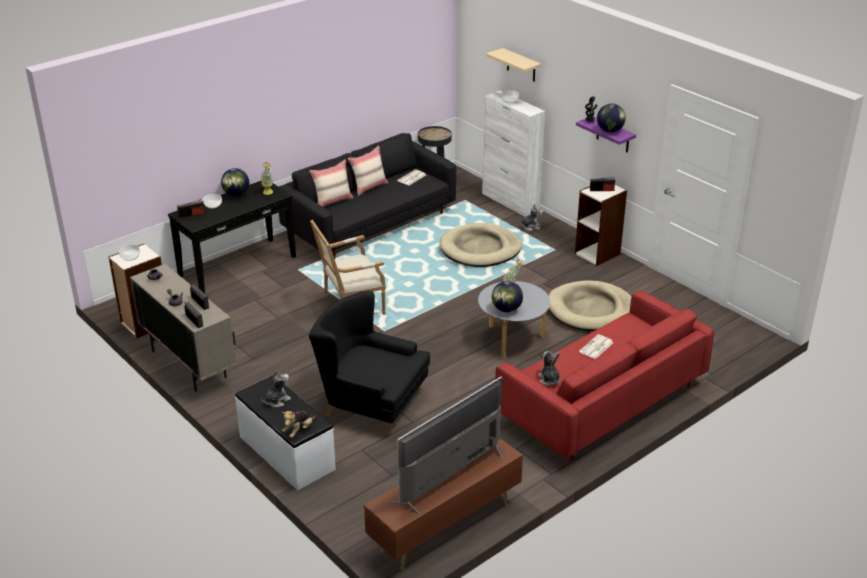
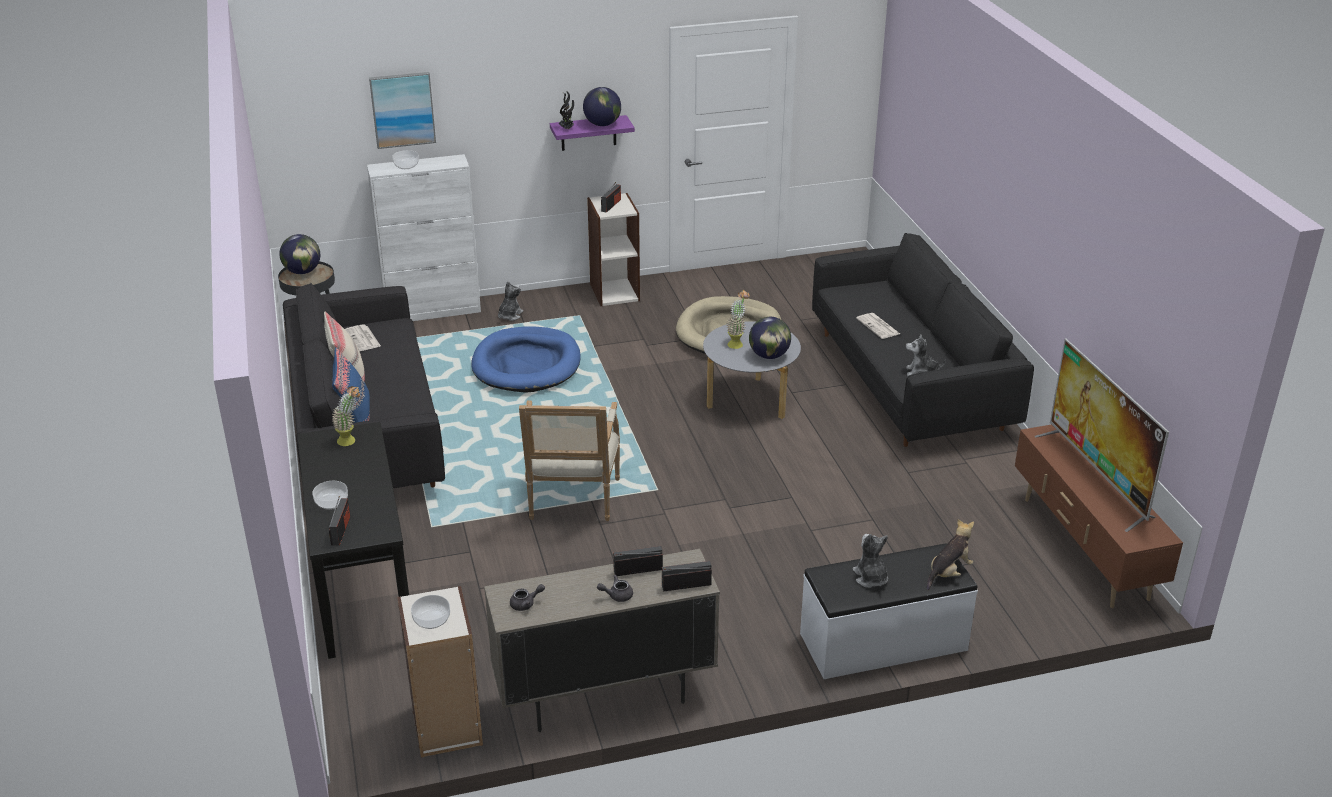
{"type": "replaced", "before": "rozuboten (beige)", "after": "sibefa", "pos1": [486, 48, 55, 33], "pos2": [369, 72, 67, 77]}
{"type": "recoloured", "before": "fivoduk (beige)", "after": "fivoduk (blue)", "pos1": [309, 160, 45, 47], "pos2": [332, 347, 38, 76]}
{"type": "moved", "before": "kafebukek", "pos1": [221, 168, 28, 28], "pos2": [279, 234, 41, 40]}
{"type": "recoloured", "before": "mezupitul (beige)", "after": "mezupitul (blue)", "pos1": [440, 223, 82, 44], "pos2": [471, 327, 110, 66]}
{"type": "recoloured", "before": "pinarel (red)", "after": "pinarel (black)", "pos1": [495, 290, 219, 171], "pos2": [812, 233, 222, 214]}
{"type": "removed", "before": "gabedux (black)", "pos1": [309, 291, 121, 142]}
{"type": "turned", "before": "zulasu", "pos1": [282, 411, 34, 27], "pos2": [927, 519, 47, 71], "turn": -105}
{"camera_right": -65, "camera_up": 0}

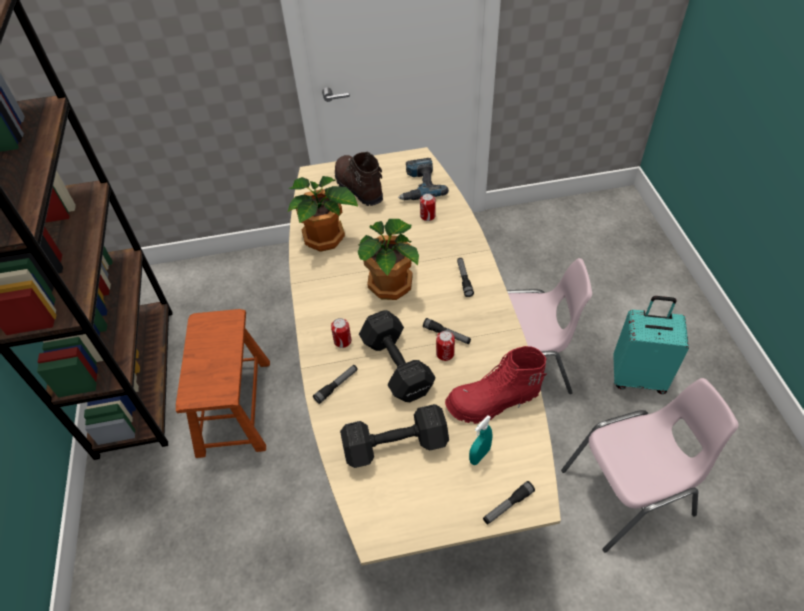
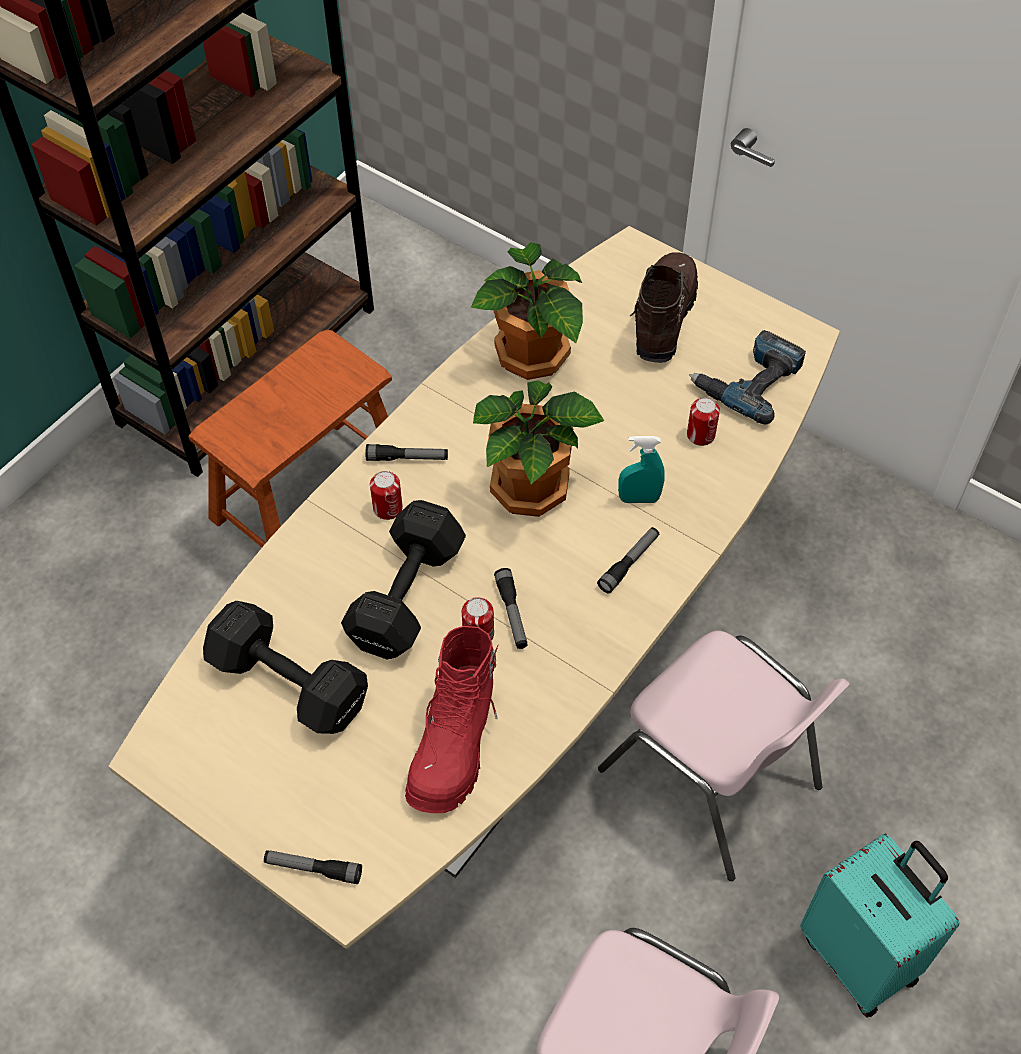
{"type": "turned", "before": "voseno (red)", "pos1": [445, 346, 102, 78], "pos2": [405, 626, 94, 187], "turn": -105}
{"type": "moved", "before": "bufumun", "pos1": [313, 365, 45, 39], "pos2": [365, 444, 83, 17]}
{"type": "moved", "before": "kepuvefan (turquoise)", "pos1": [469, 415, 24, 50], "pos2": [618, 436, 47, 67]}
{"camera_right": 45, "camera_up": 5}

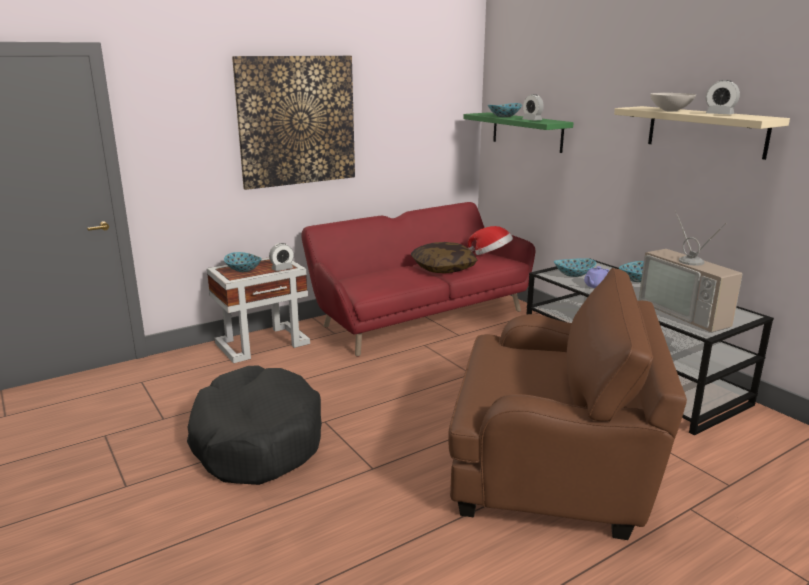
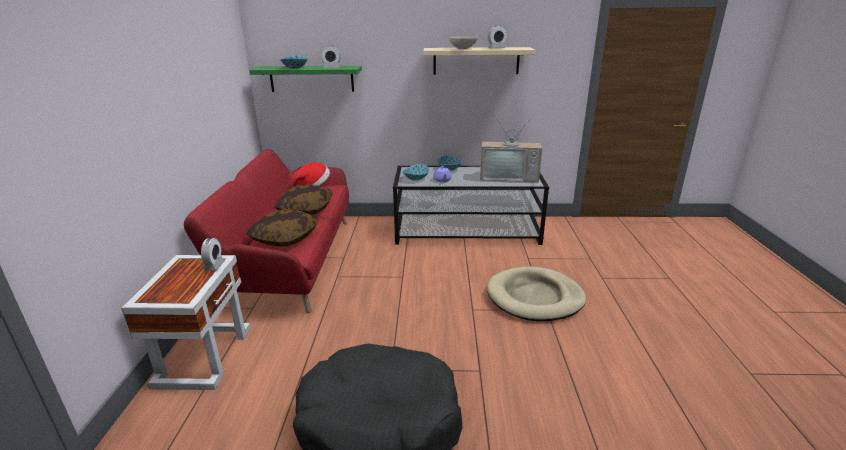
{"type": "removed", "before": "sibefa", "pos1": [232, 56, 123, 134]}
{"type": "removed", "before": "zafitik", "pos1": [224, 252, 38, 20]}
{"type": "replaced", "before": "gabedux (brown)", "after": "mezupitul (beige)", "pos1": [448, 268, 239, 272], "pos2": [487, 267, 99, 54]}
{"type": "added", "after": "fivoduk", "pos2": [247, 209, 71, 38]}
{"camera_right": -55, "camera_up": 5}

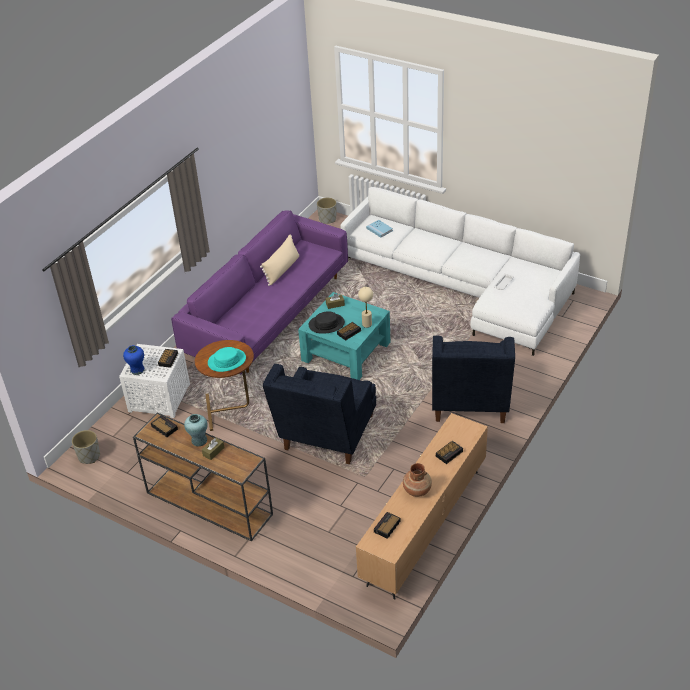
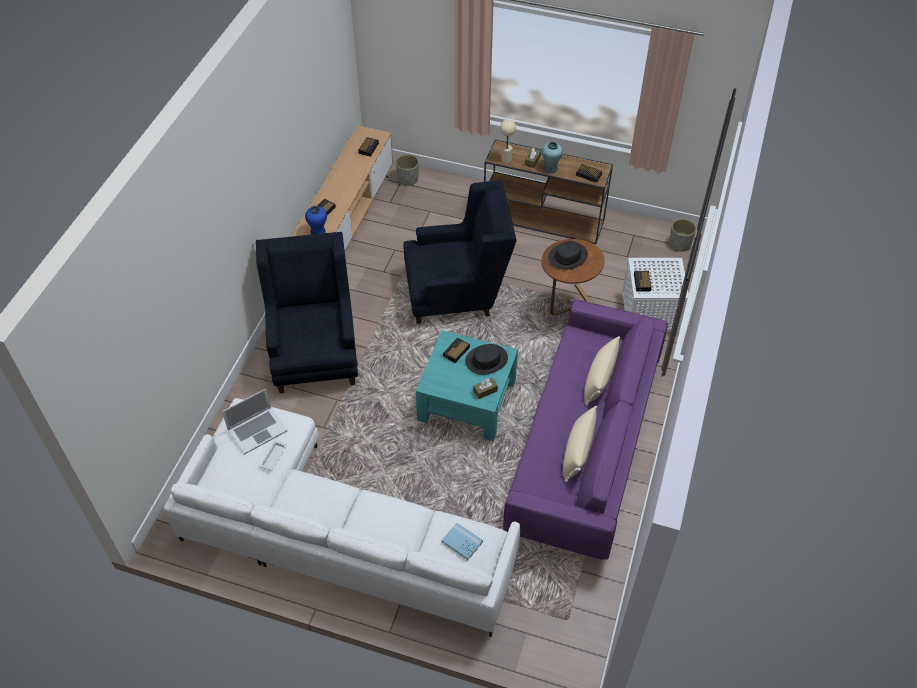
{"type": "moved", "before": "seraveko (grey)", "pos1": [317, 198, 19, 26], "pos2": [396, 154, 23, 32]}
{"type": "moved", "before": "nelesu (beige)", "pos1": [358, 287, 15, 41], "pos2": [500, 119, 16, 45]}
{"type": "moved", "before": "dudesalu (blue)", "pos1": [123, 345, 22, 30], "pos2": [305, 206, 22, 29]}
{"type": "recoloured", "before": "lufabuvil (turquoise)", "after": "lufabuvil (black)", "pos1": [208, 347, 38, 25], "pos2": [548, 241, 40, 29]}
{"type": "turned", "before": "gabedux (blue)", "pos1": [263, 364, 113, 100], "pos2": [403, 181, 114, 143], "turn": 75}
{"type": "removed", "before": "dudesalu (brown)", "pos1": [403, 463, 29, 34]}
{"type": "added", "after": "fivoduk (beige)", "pos2": [584, 336, 36, 70]}
{"type": "added", "after": "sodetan", "pos2": [222, 389, 66, 66]}
{"camera_right": 165, "camera_up": 10}

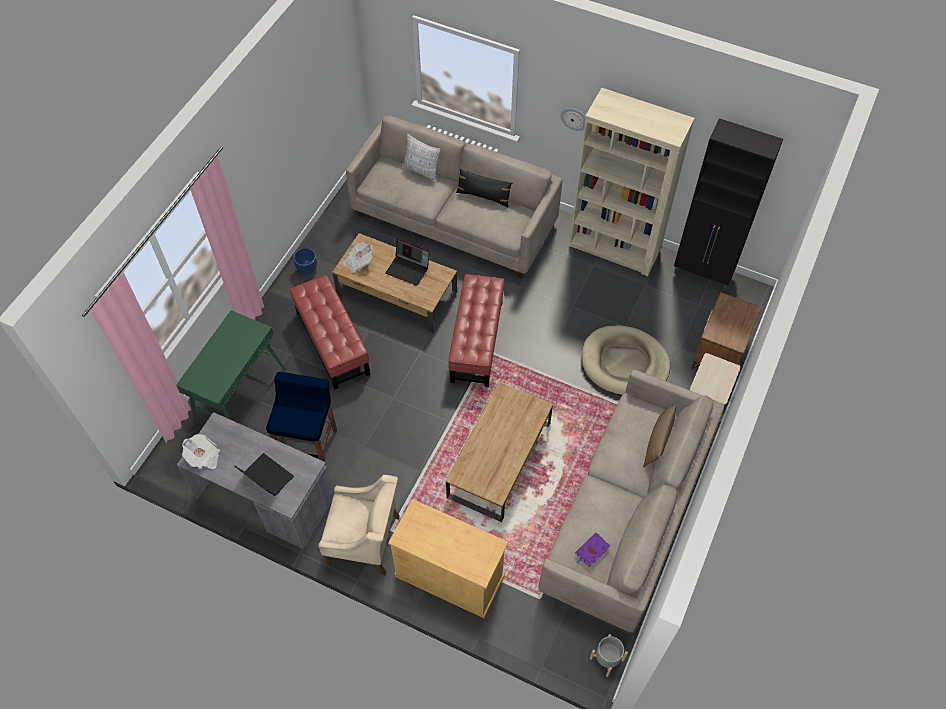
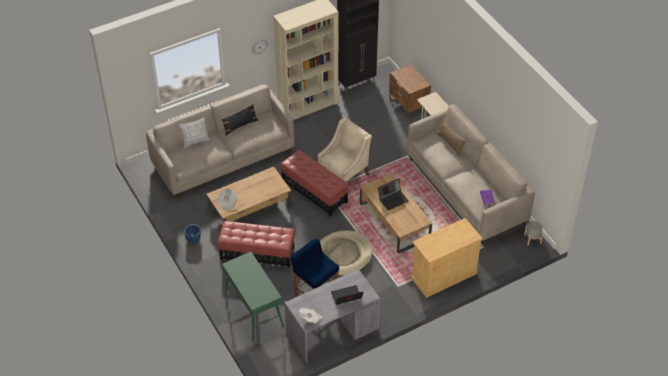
{"type": "moved", "before": "sodetan", "pos1": [385, 239, 45, 47], "pos2": [378, 179, 31, 31]}
{"type": "moved", "before": "mezupitul (beige)", "pos1": [582, 325, 88, 71], "pos2": [320, 230, 53, 46]}
{"type": "moved", "before": "gabedux (beige)", "pos1": [318, 475, 82, 101], "pos2": [318, 117, 54, 65]}
{"camera_right": -55, "camera_up": -10}

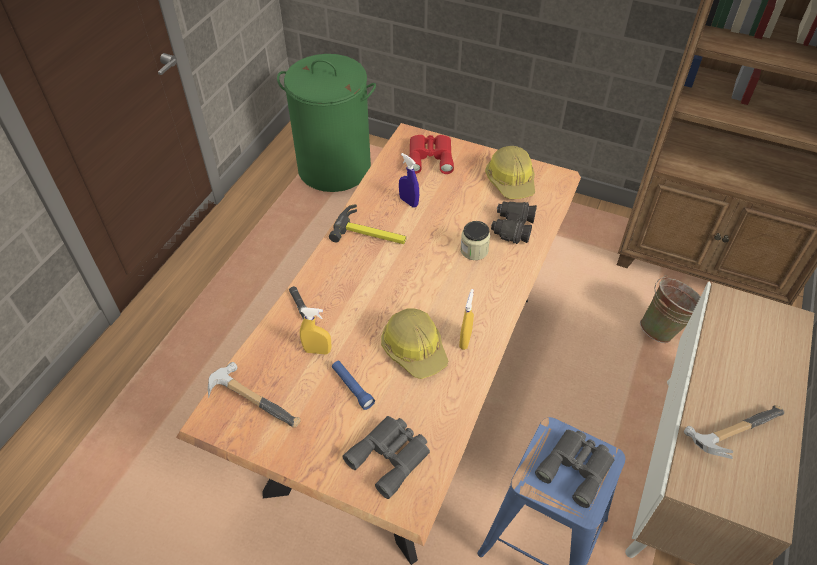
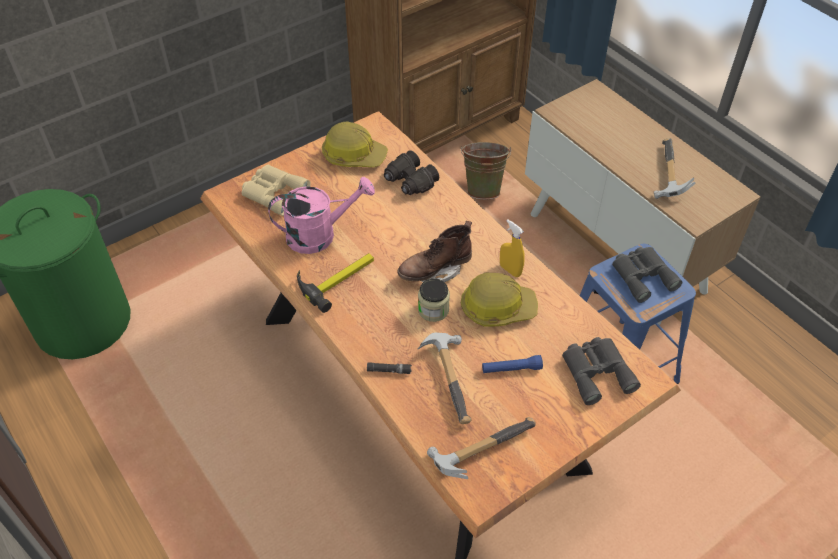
{"type": "recoloured", "before": "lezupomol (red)", "after": "lezupomol (beige)", "pos1": [409, 135, 45, 39], "pos2": [242, 165, 69, 51]}
{"type": "replaced", "before": "kepuvefan (blue)", "after": "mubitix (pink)", "pos1": [399, 153, 20, 55], "pos2": [268, 177, 107, 77]}
{"type": "moved", "before": "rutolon", "pos1": [460, 221, 30, 39], "pos2": [418, 278, 32, 44]}
{"type": "replaced", "before": "kepuvefan (yellow)", "after": "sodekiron", "pos1": [300, 307, 32, 47], "pos2": [418, 333, 54, 91]}
{"type": "added", "after": "voseno (brown)", "pos2": [398, 221, 74, 61]}
{"camera_right": -60, "camera_up": 0}

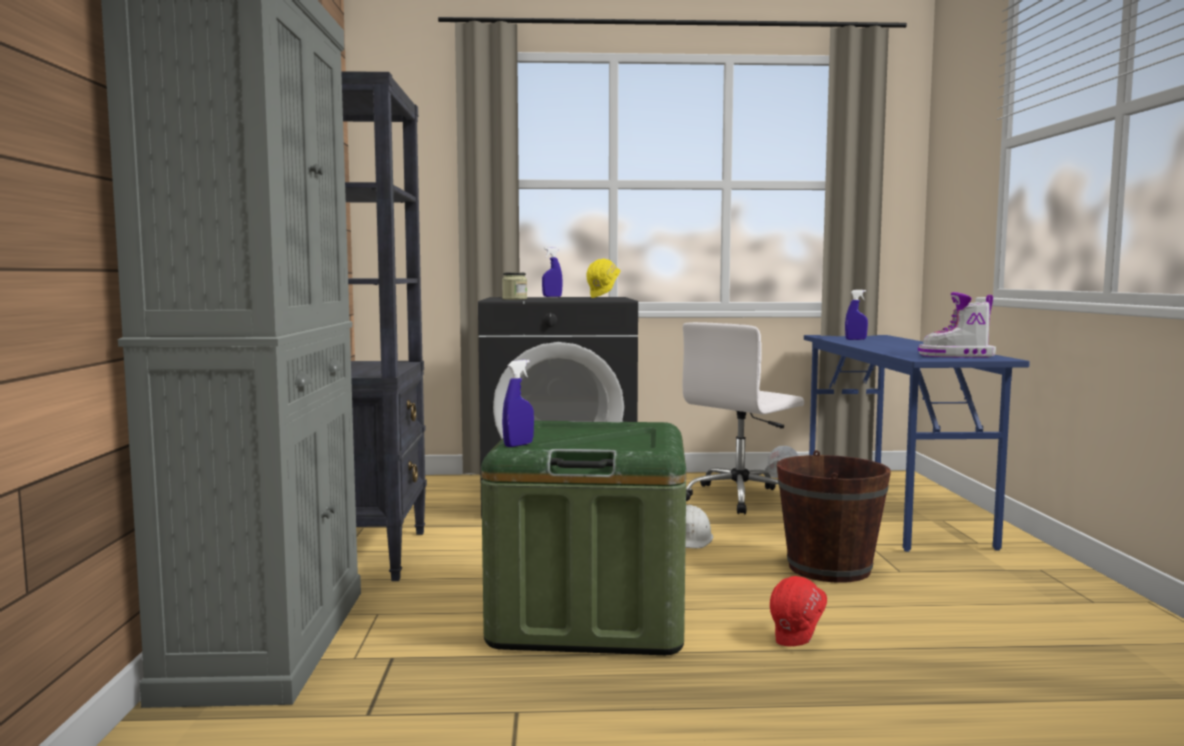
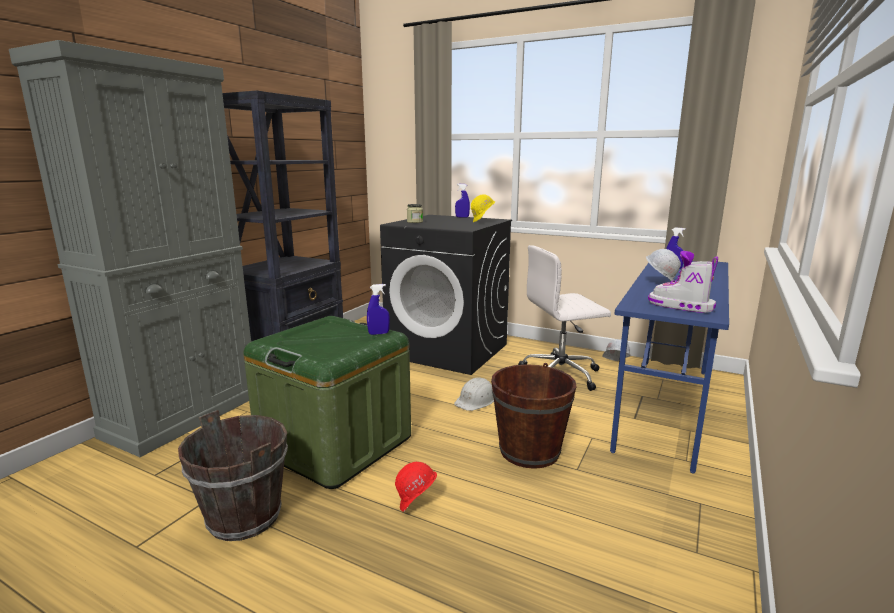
{"type": "moved", "before": "kepuvefan (blue)", "pos1": [502, 360, 32, 87], "pos2": [367, 284, 23, 51]}
{"type": "added", "after": "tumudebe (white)", "pos2": [646, 249, 35, 32]}
{"type": "added", "after": "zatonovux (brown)", "pos2": [178, 410, 110, 131]}
{"camera_right": 30, "camera_up": 10}

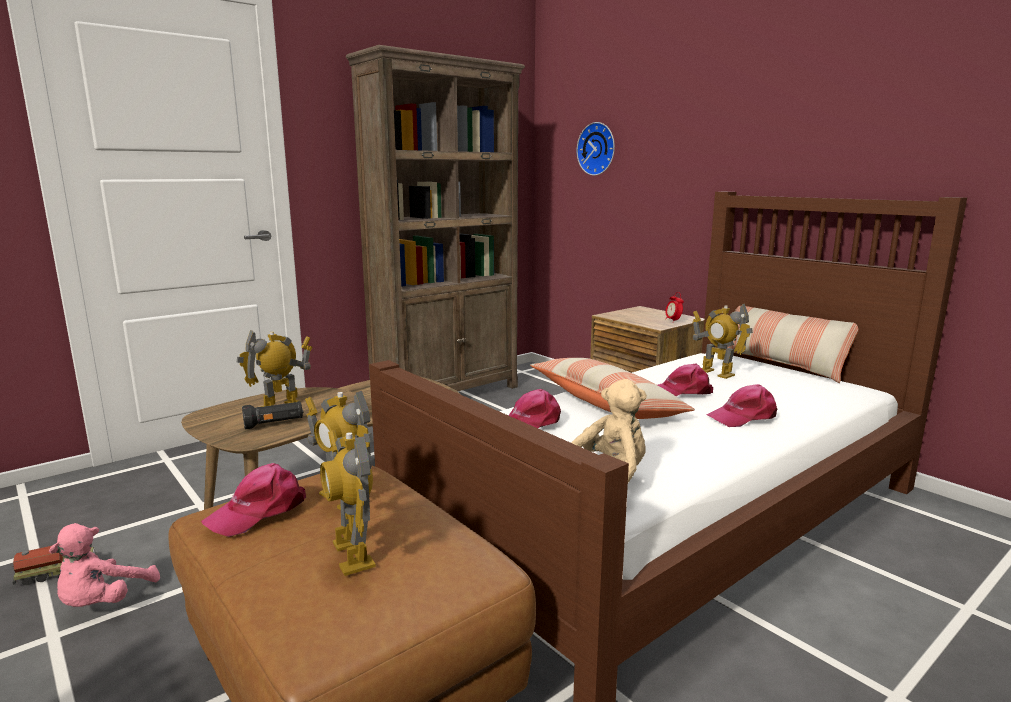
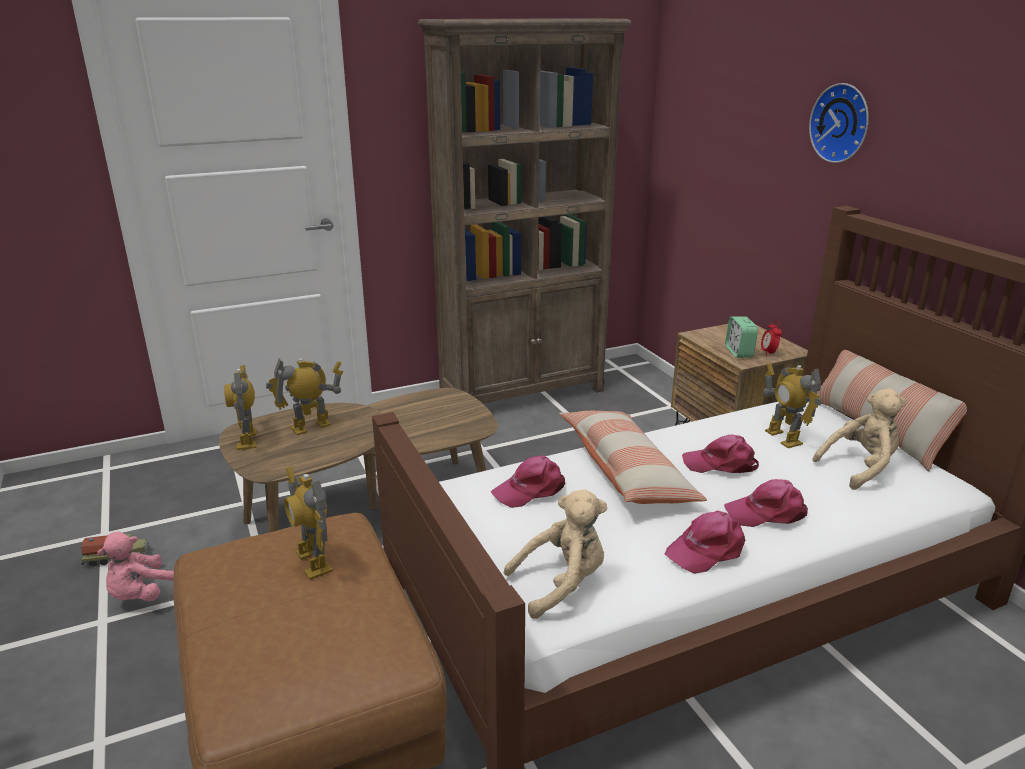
{"type": "moved", "before": "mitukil", "pos1": [577, 122, 38, 54], "pos2": [809, 83, 60, 80]}
{"type": "removed", "before": "bufumun (black)", "pos1": [242, 401, 61, 28]}
{"type": "moved", "before": "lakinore", "pos1": [320, 430, 56, 146], "pos2": [224, 365, 33, 85]}
{"type": "moved", "before": "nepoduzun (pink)", "pos1": [201, 463, 105, 74], "pos2": [665, 511, 81, 63]}
{"type": "added", "after": "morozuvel", "pos2": [725, 316, 33, 42]}
{"type": "added", "after": "zulasu (beige)", "pos2": [812, 388, 94, 102]}
{"camera_right": 15, "camera_up": 10}

